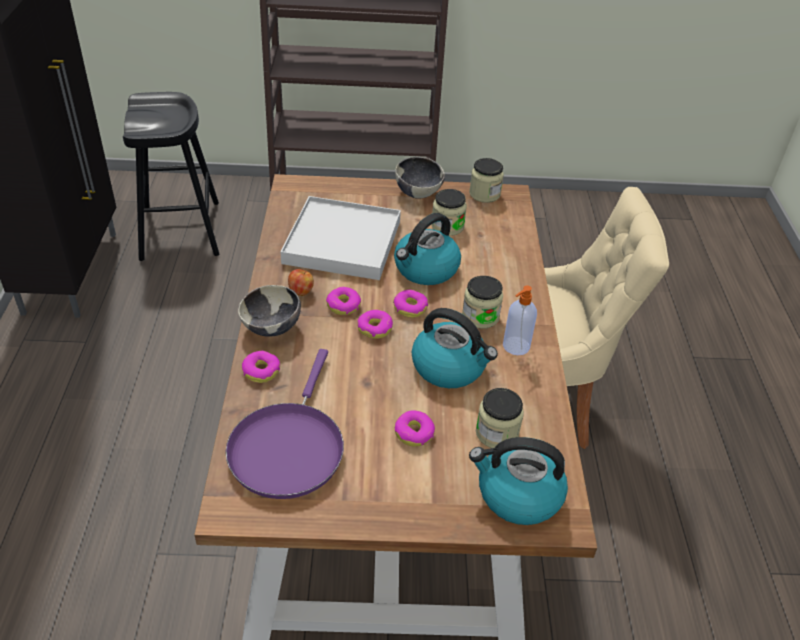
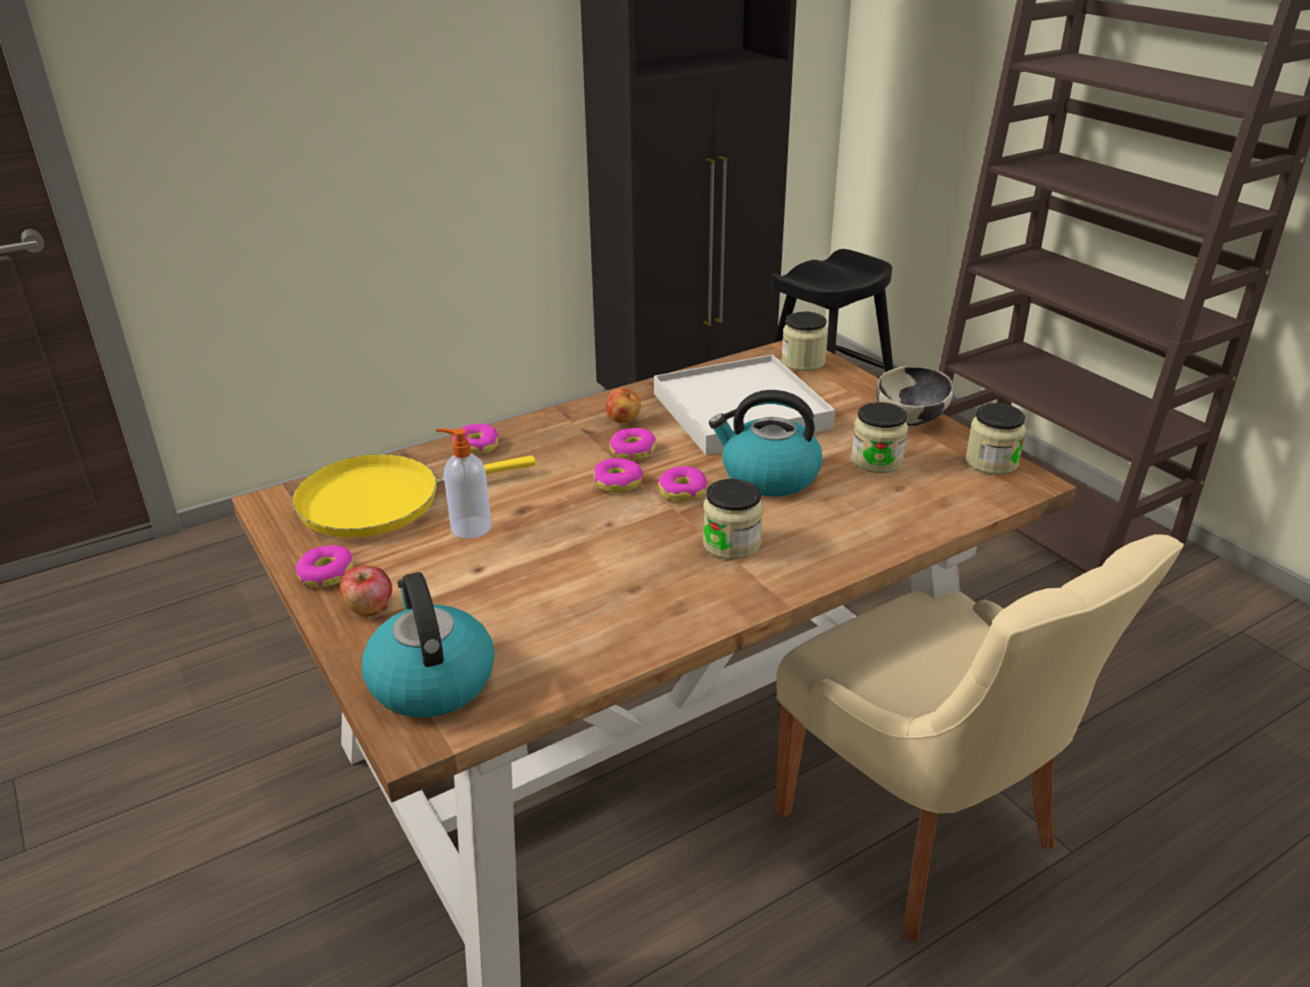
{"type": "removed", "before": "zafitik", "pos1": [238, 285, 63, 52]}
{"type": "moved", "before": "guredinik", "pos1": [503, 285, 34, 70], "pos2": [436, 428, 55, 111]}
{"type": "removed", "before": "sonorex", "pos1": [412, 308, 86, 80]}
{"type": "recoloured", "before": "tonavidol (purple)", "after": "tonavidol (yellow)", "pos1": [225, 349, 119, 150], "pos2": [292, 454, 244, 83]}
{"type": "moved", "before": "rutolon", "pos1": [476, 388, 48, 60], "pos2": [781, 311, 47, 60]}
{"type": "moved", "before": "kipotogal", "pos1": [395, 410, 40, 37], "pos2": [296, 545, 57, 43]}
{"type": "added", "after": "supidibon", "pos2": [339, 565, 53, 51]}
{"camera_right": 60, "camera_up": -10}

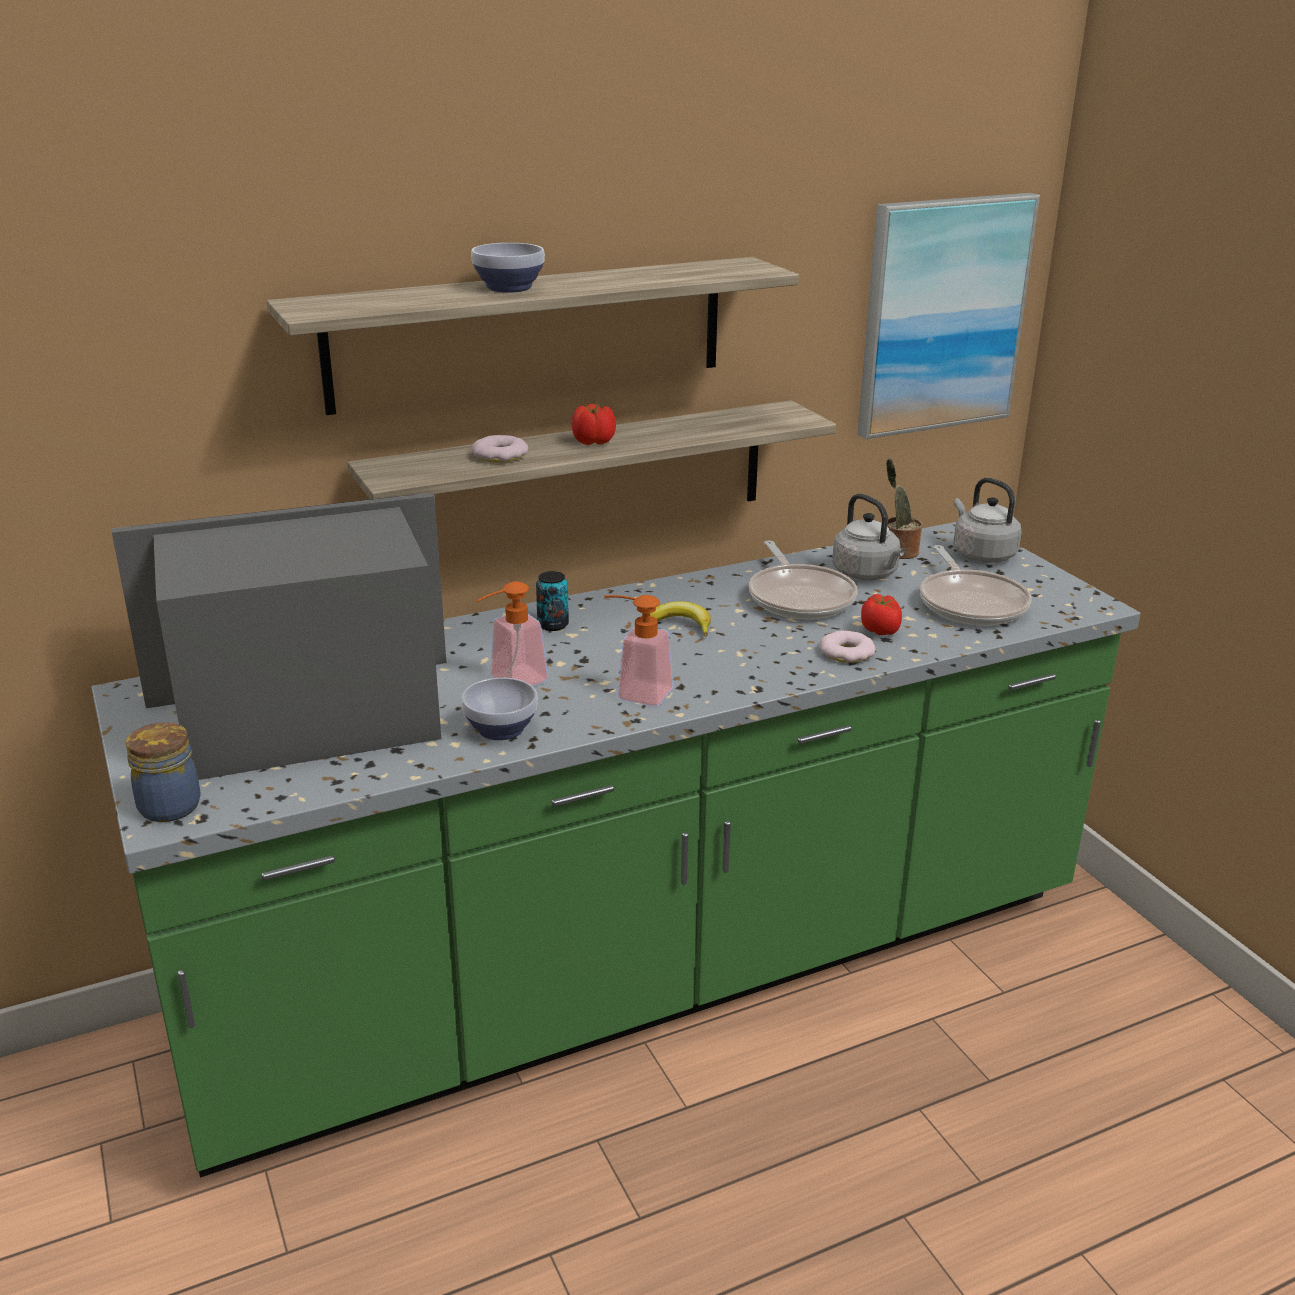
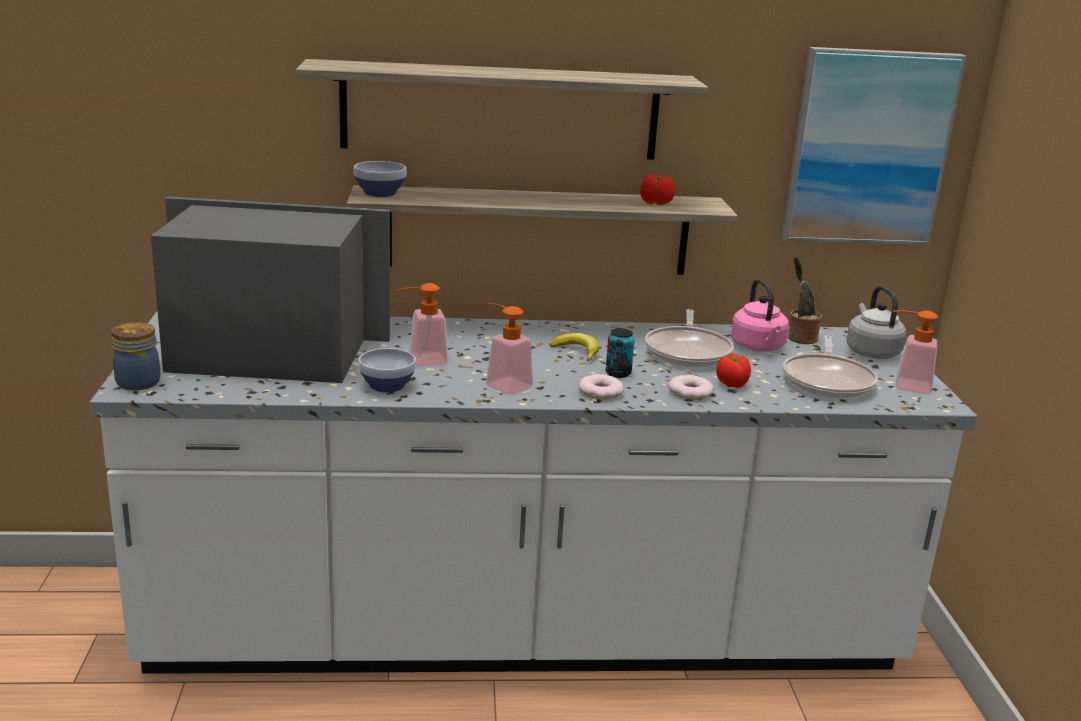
{"type": "moved", "before": "zafitik", "pos1": [471, 243, 74, 50], "pos2": [354, 161, 53, 36]}
{"type": "moved", "before": "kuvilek", "pos1": [571, 404, 45, 41], "pos2": [640, 174, 35, 31]}
{"type": "moved", "before": "kipotogal", "pos1": [471, 435, 57, 28], "pos2": [578, 374, 46, 25]}
{"type": "recoloured", "before": "sonorex (grey)", "after": "sonorex (pink)", "pos1": [832, 494, 73, 86], "pos2": [731, 279, 58, 73]}
{"type": "recoloured", "before": "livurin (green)", "after": "livurin (white)", "pos1": [91, 522, 1050, 656], "pos2": [90, 311, 887, 363]}
{"type": "moved", "before": "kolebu", "pos1": [536, 571, 33, 60], "pos2": [606, 328, 29, 50]}
{"type": "added", "after": "guredinik", "pos2": [893, 310, 45, 85]}
{"camera_right": 20, "camera_up": -5}

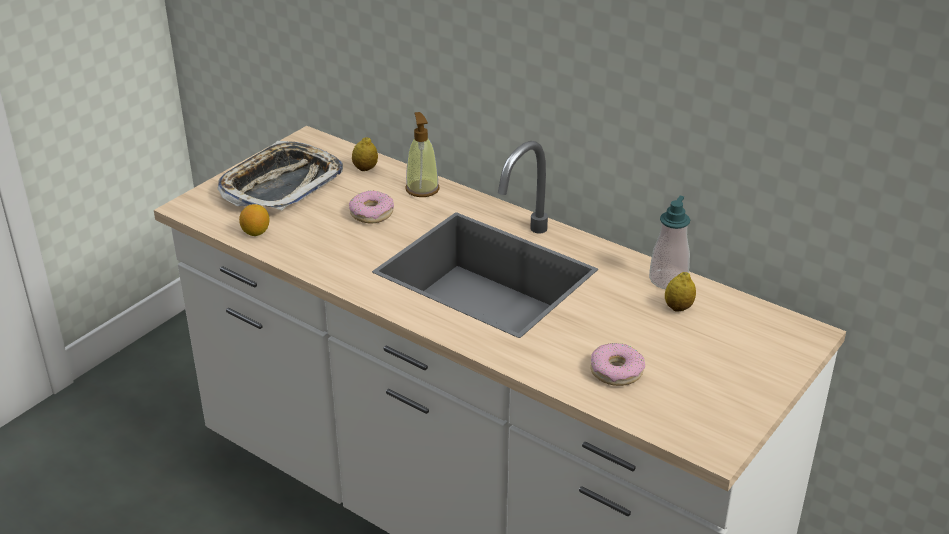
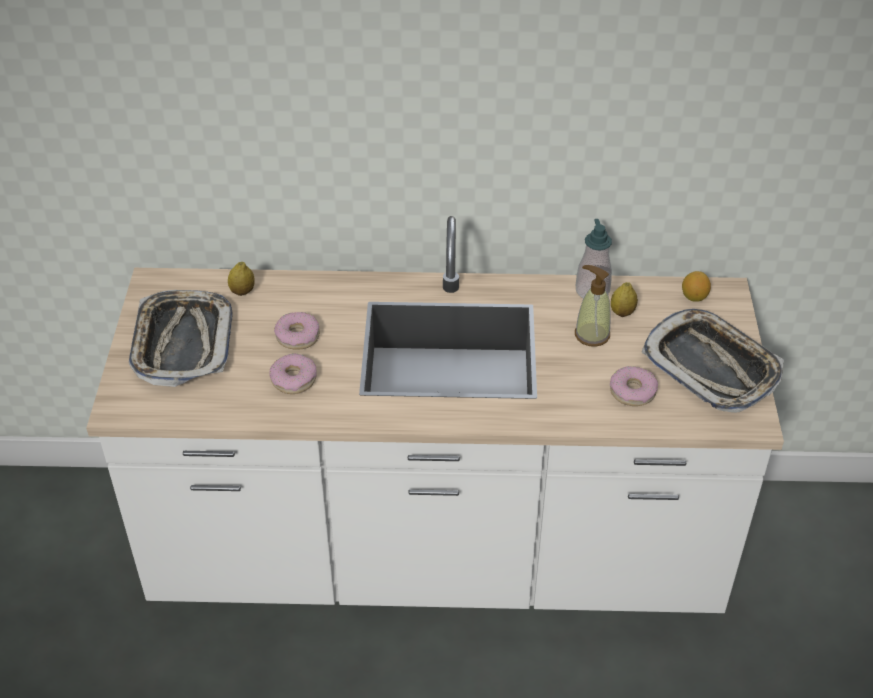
{"type": "moved", "before": "guredinik", "pos1": [405, 112, 35, 85], "pos2": [575, 265, 36, 82]}
{"type": "moved", "before": "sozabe", "pos1": [239, 204, 30, 32], "pos2": [682, 271, 29, 31]}
{"type": "added", "after": "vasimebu", "pos2": [641, 309, 143, 104]}
{"type": "added", "after": "kipotogal", "pos2": [269, 353, 48, 41]}
{"camera_right": -35, "camera_up": 10}

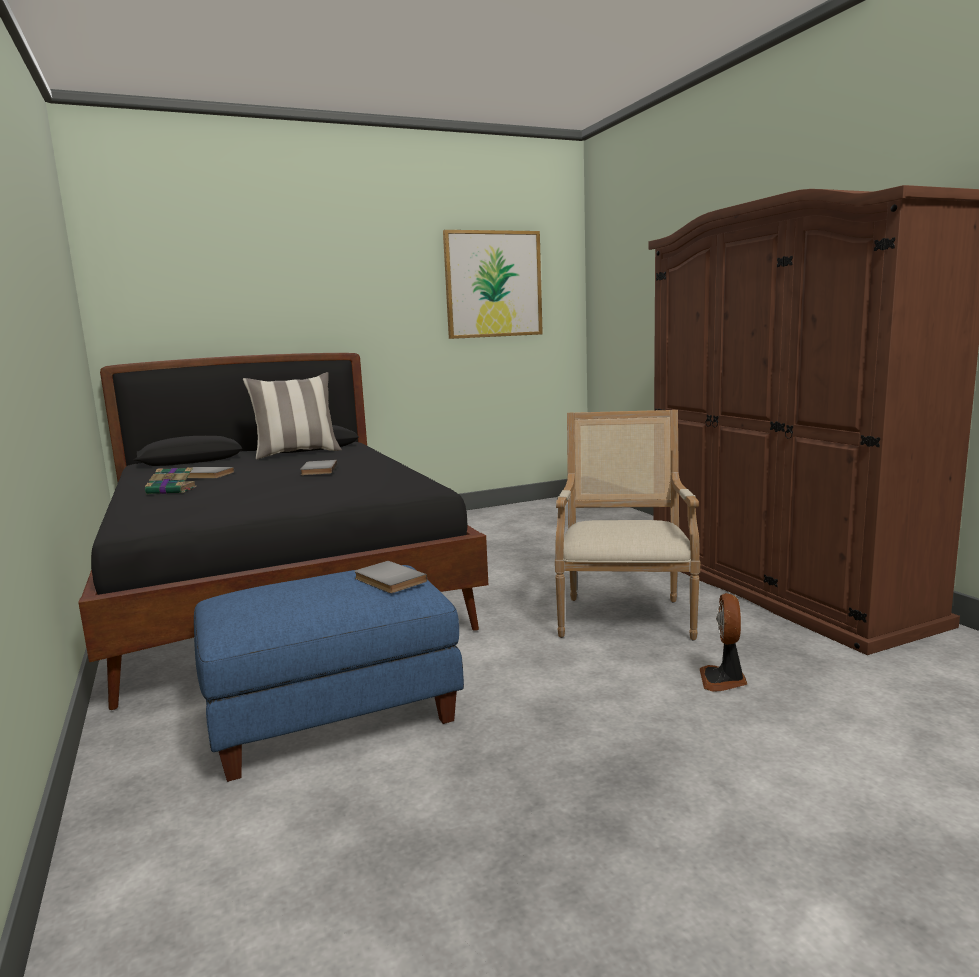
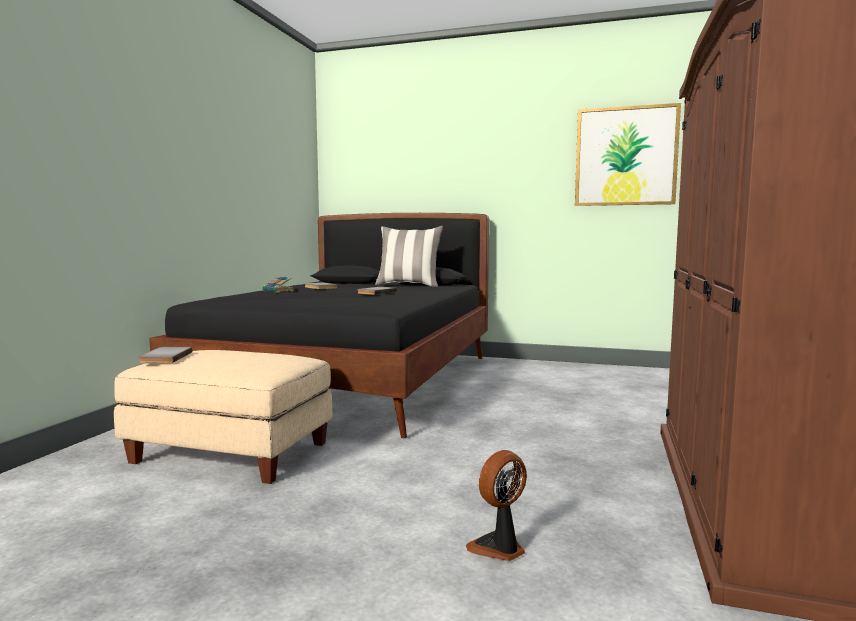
{"type": "removed", "before": "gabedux", "pos1": [555, 410, 145, 231]}
{"type": "moved", "before": "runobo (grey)", "pos1": [354, 561, 73, 32], "pos2": [139, 347, 53, 16]}
{"type": "recoloured", "before": "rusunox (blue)", "after": "rusunox (beige)", "pos1": [194, 565, 270, 217], "pos2": [114, 350, 218, 134]}
{"camera_right": 40, "camera_up": -5}

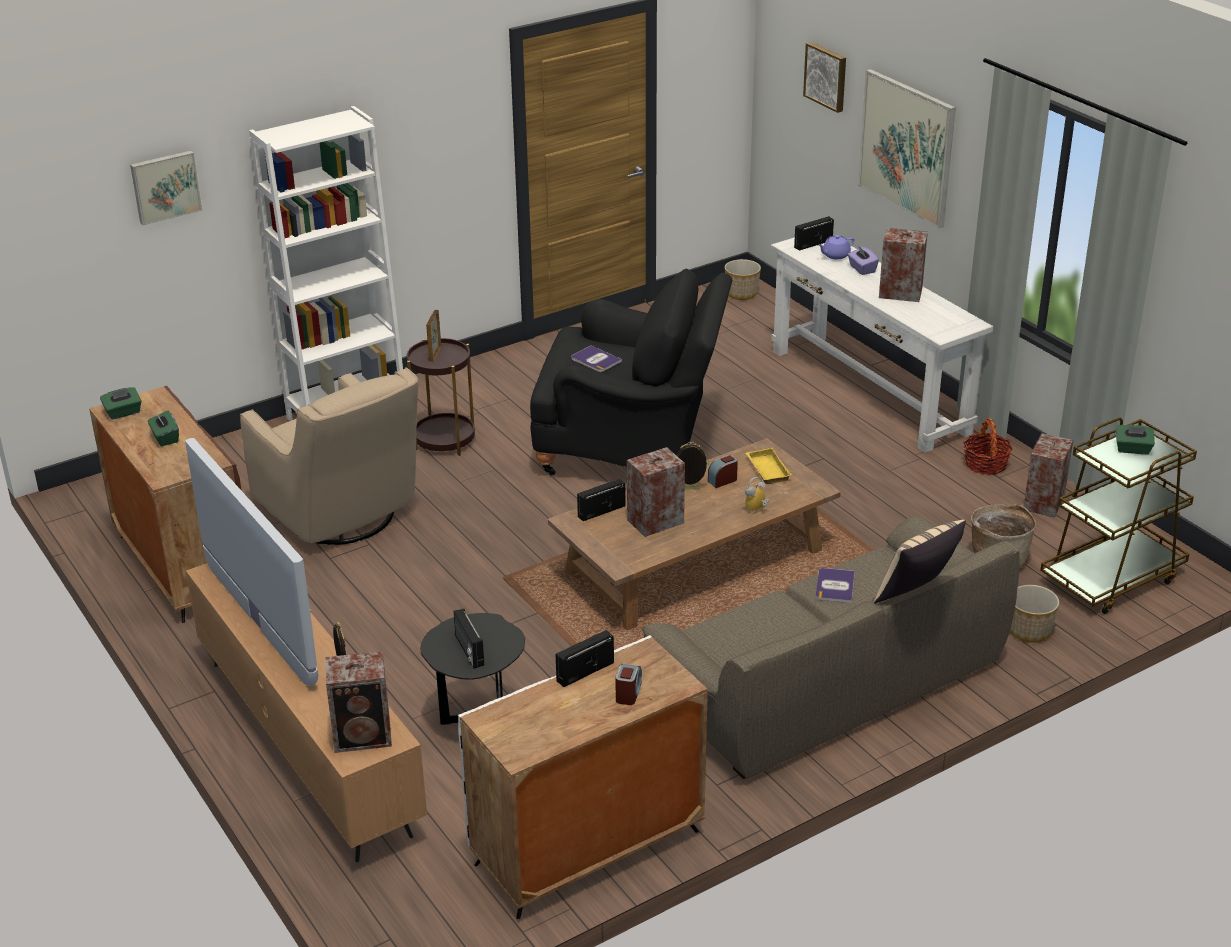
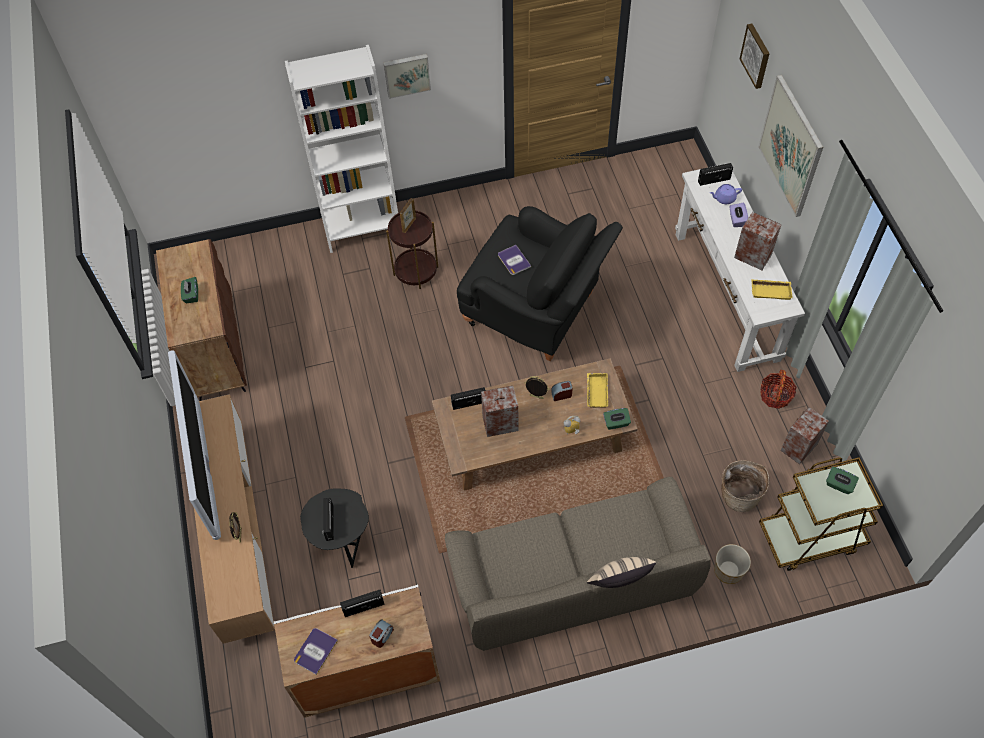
{"type": "moved", "before": "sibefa", "pos1": [130, 150, 72, 75], "pos2": [383, 54, 48, 45]}
{"type": "removed", "before": "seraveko", "pos1": [725, 259, 36, 41]}
{"type": "removed", "before": "gabedux (beige)", "pos1": [240, 368, 178, 177]}
{"type": "moved", "before": "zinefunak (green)", "pos1": [100, 388, 42, 32], "pos2": [603, 408, 28, 22]}
{"type": "moved", "before": "runobo", "pos1": [816, 568, 39, 35], "pos2": [294, 628, 44, 47]}
{"type": "removed", "before": "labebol", "pos1": [325, 651, 67, 102]}
{"type": "added", "after": "vasimebu (yellow)", "pos2": [751, 279, 42, 21]}
{"camera_right": 20, "camera_up": 25}

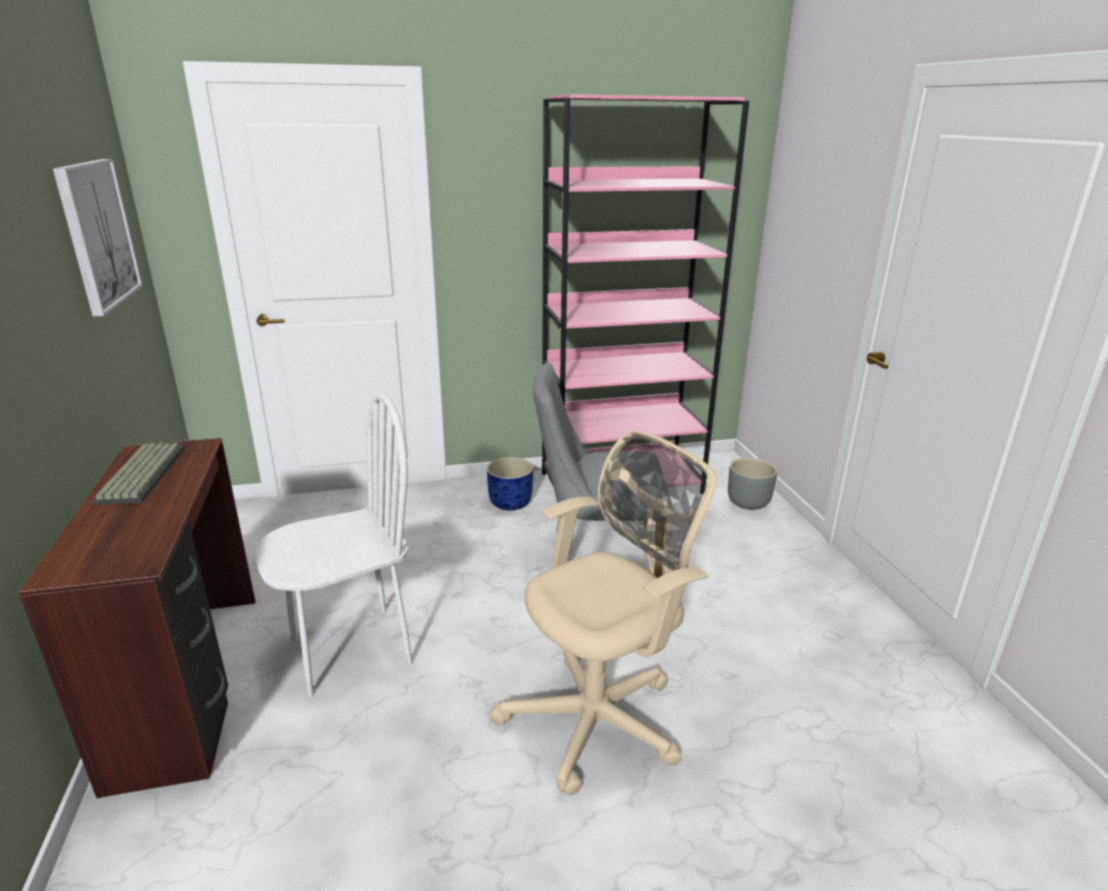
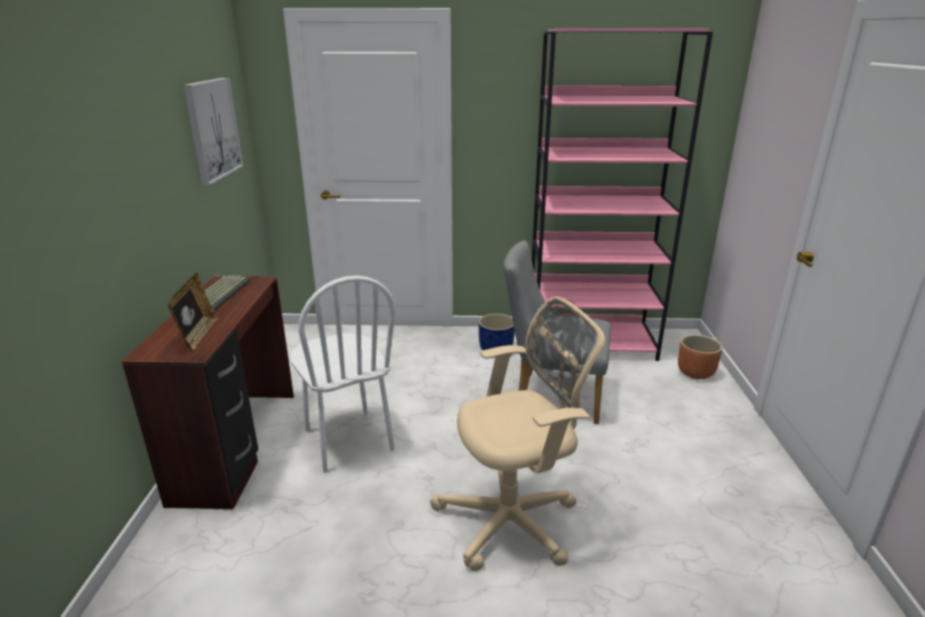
{"type": "turned", "before": "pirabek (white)", "pos1": [255, 393, 158, 304], "pos2": [290, 276, 106, 197], "turn": 75}
{"type": "recoloured", "before": "seraveko (grey)", "after": "seraveko (brown)", "pos1": [728, 458, 49, 52], "pos2": [678, 335, 44, 44]}
{"type": "added", "after": "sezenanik", "pos2": [168, 273, 50, 77]}
{"camera_right": 15, "camera_up": 0}

